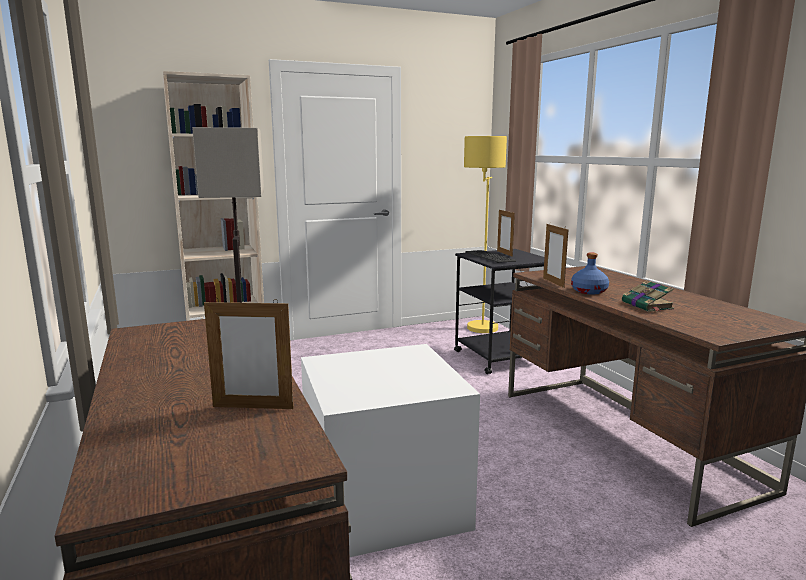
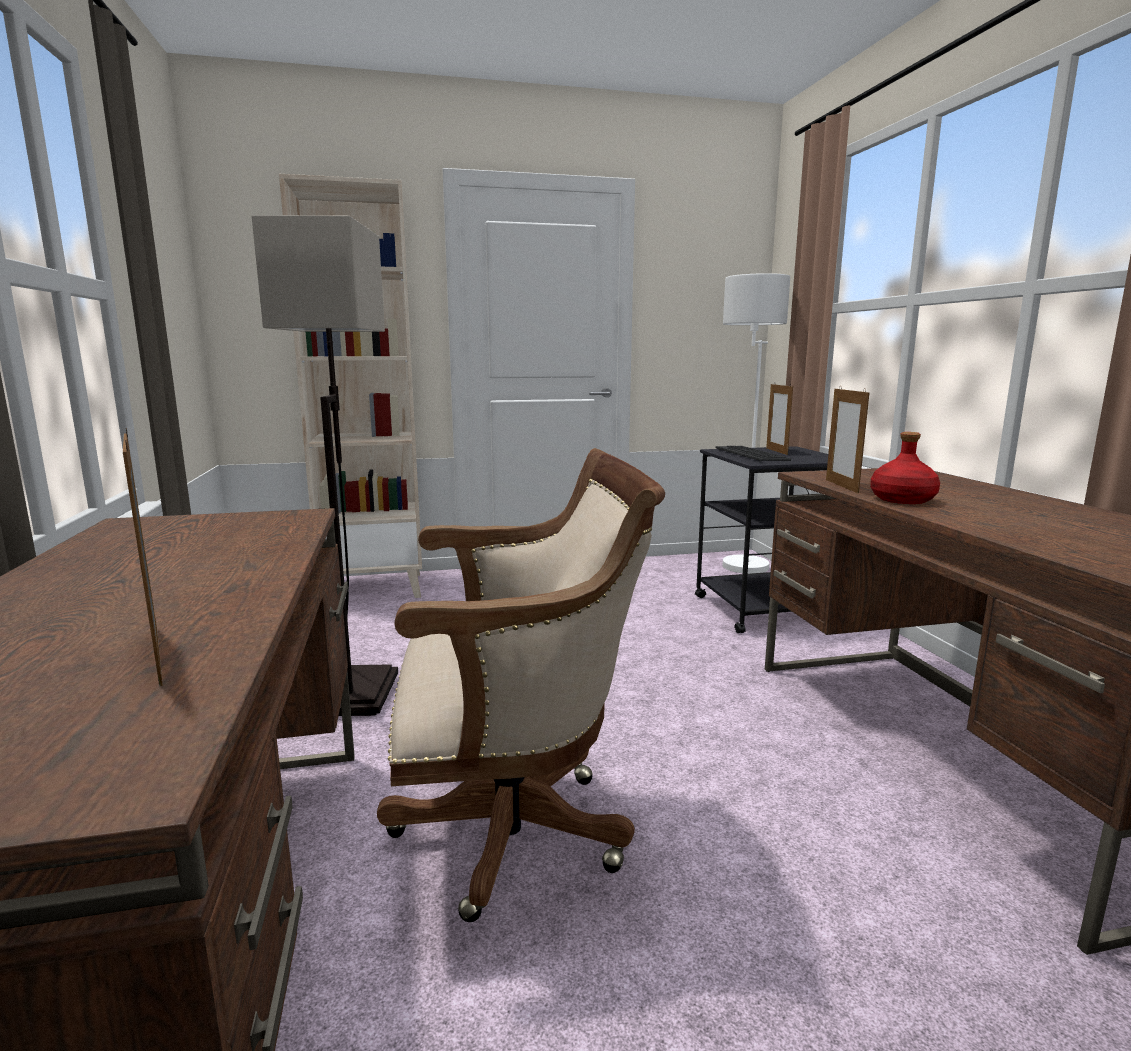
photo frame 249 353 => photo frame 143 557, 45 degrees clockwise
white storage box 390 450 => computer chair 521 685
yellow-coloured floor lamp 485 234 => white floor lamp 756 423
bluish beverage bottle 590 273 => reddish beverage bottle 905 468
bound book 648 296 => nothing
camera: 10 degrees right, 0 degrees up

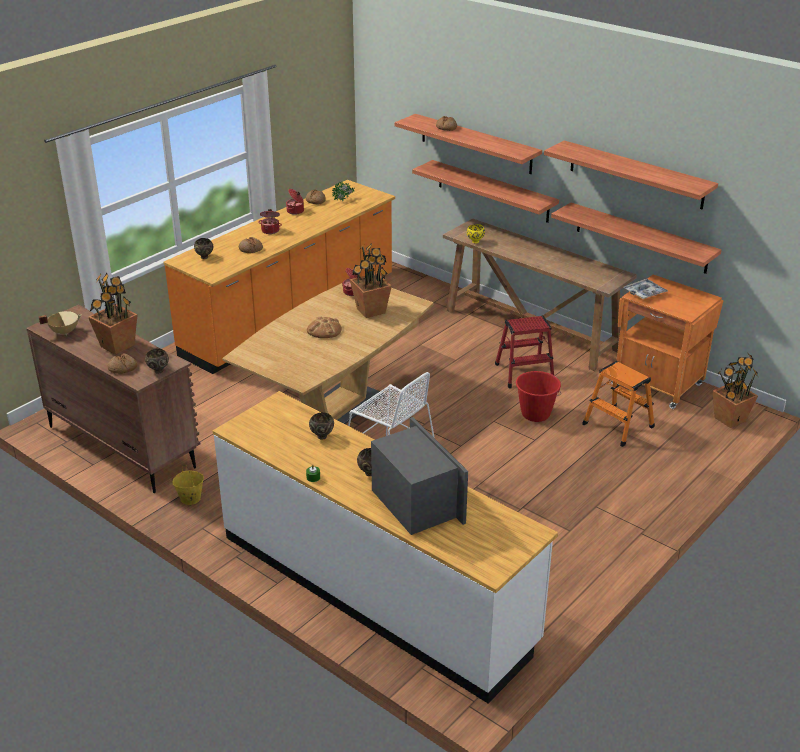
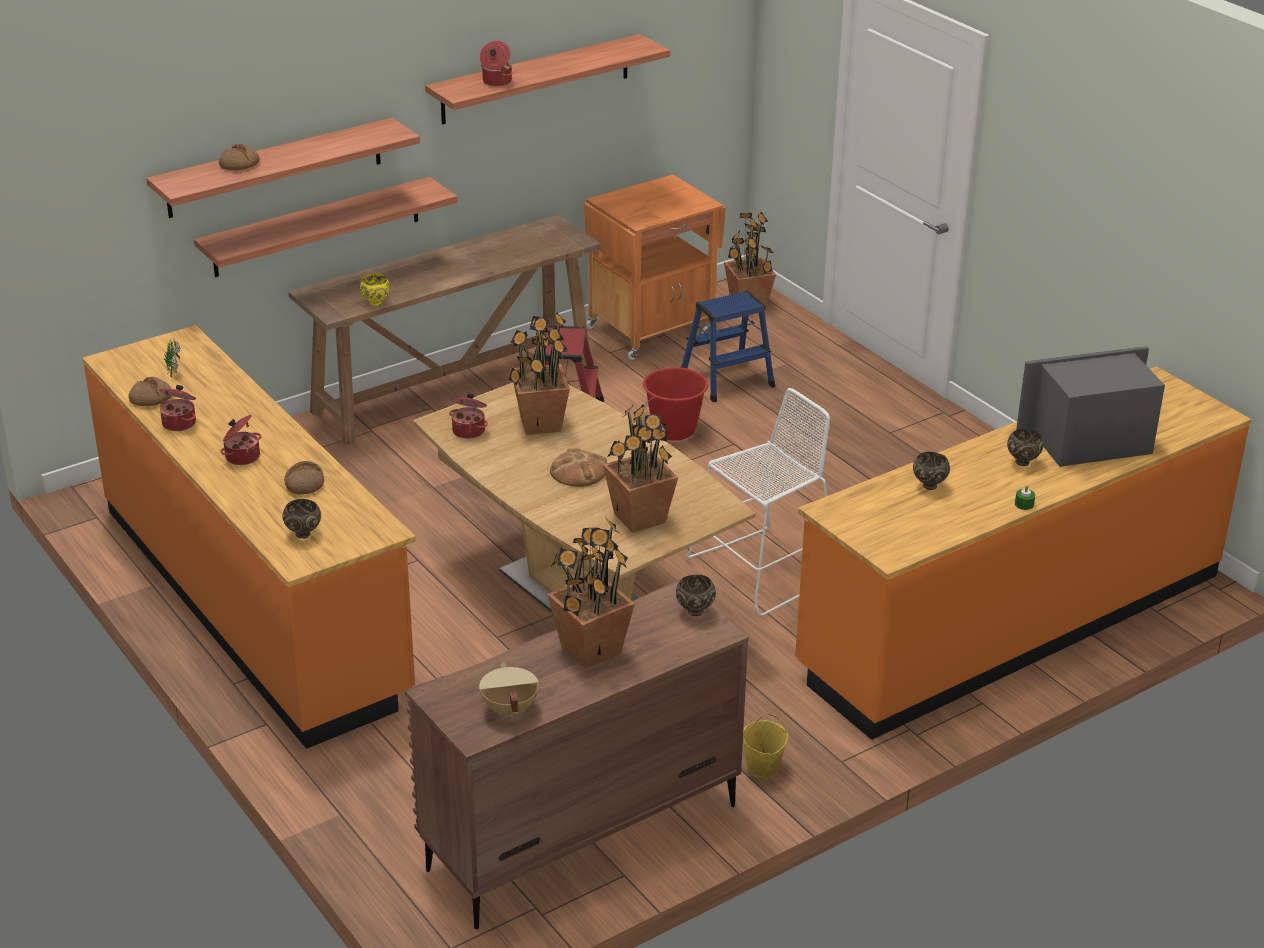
baked bread 122 363 => nothing
white kitchen base unit 385 547 => orange-coloured kitchen base unit 1023 553
bracket shelf 636 238 => nothing
orange-coloured stepladder 618 404 => bluish stepladder 728 346
carrying tray 645 289 => nothing
nothing => cooking pot 496 63
nothing => potted plant 640 468
camera: 75 degrees left, 0 degrees up

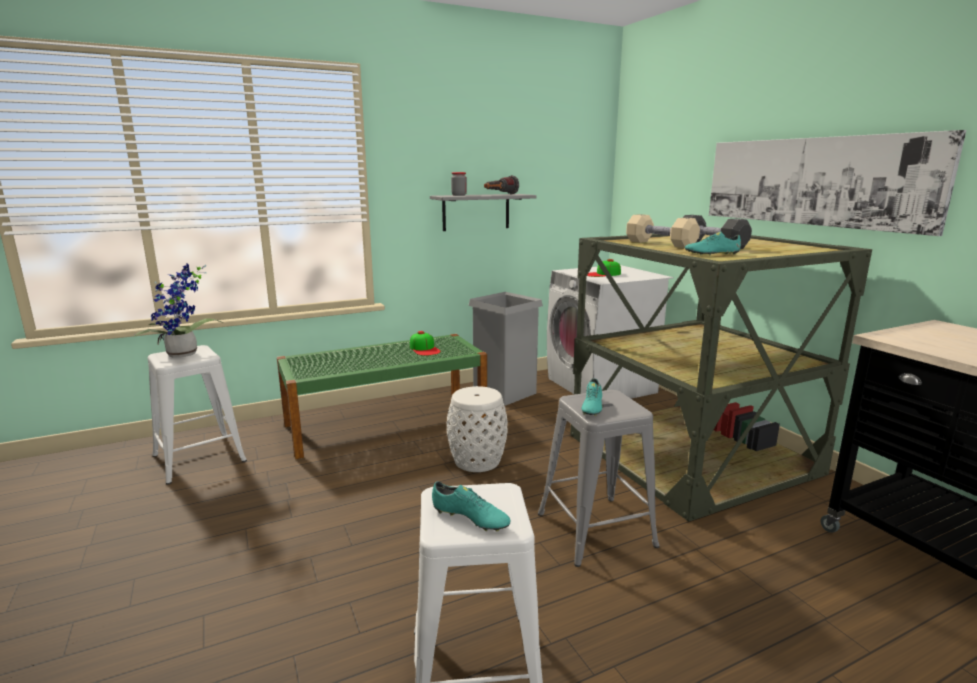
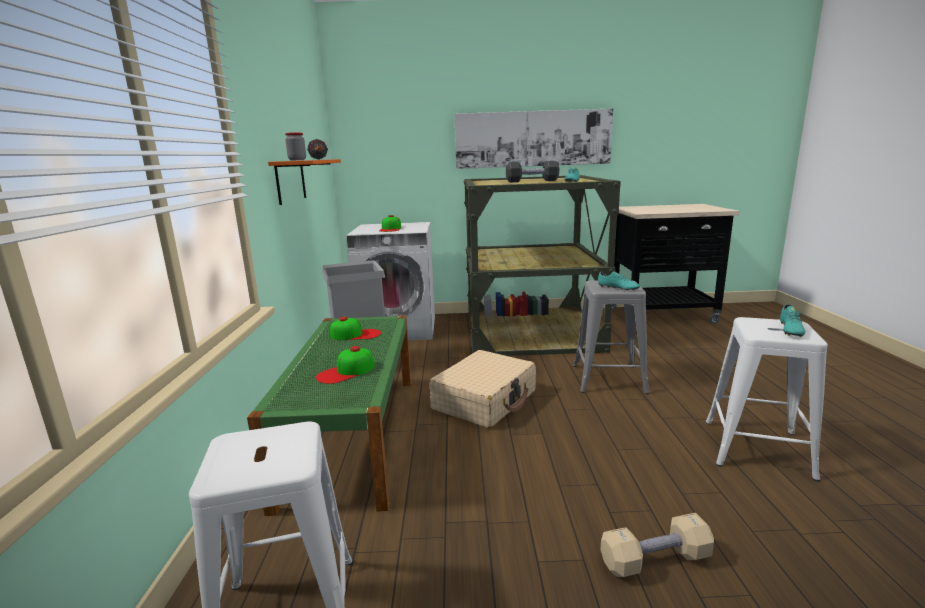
potted plant 177 310 => nothing
greyish bracket shelf 483 212 => orange-coloured bracket shelf 304 182
blue-green low shoe 471 506 => blue-green low shoe 793 320, 150 degrees clockwise
white stool seat 477 429 => beige-coloured travel case 482 389
beige-coloured hand weight 663 231 => beige-coloured hand weight 657 545, moved
nothing => cap 345 365
camera: 65 degrees left, 0 degrees up

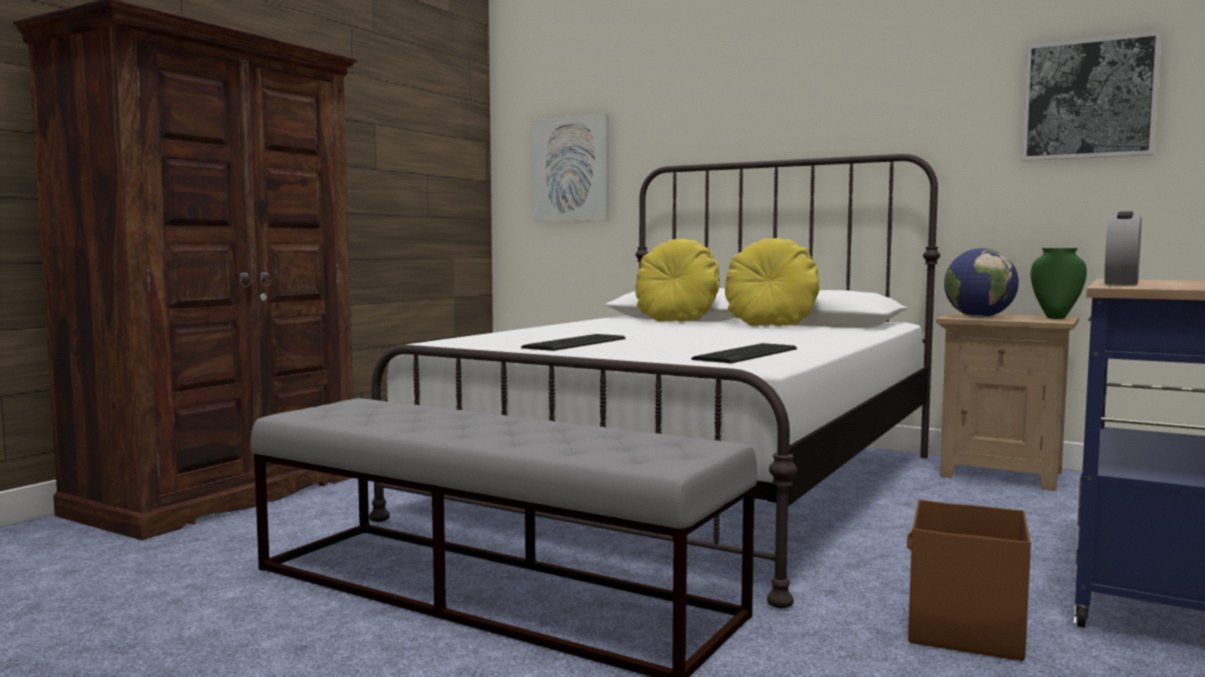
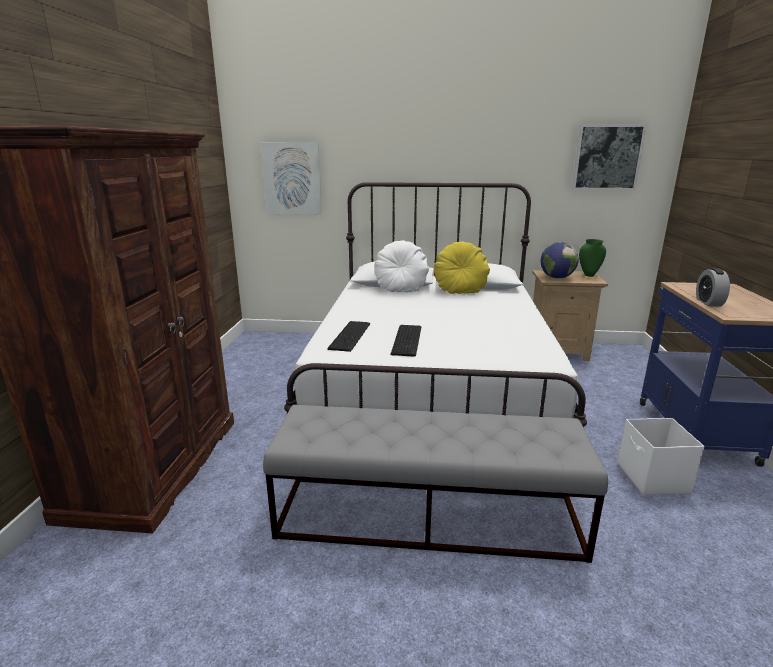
yellow-coloured pillow 677 280 => white pillow 401 266
computer keyboard 744 353 => computer keyboard 348 336, moved
brownish storage box 969 580 => white storage box 661 456
camera: 25 degrees left, 15 degrees up

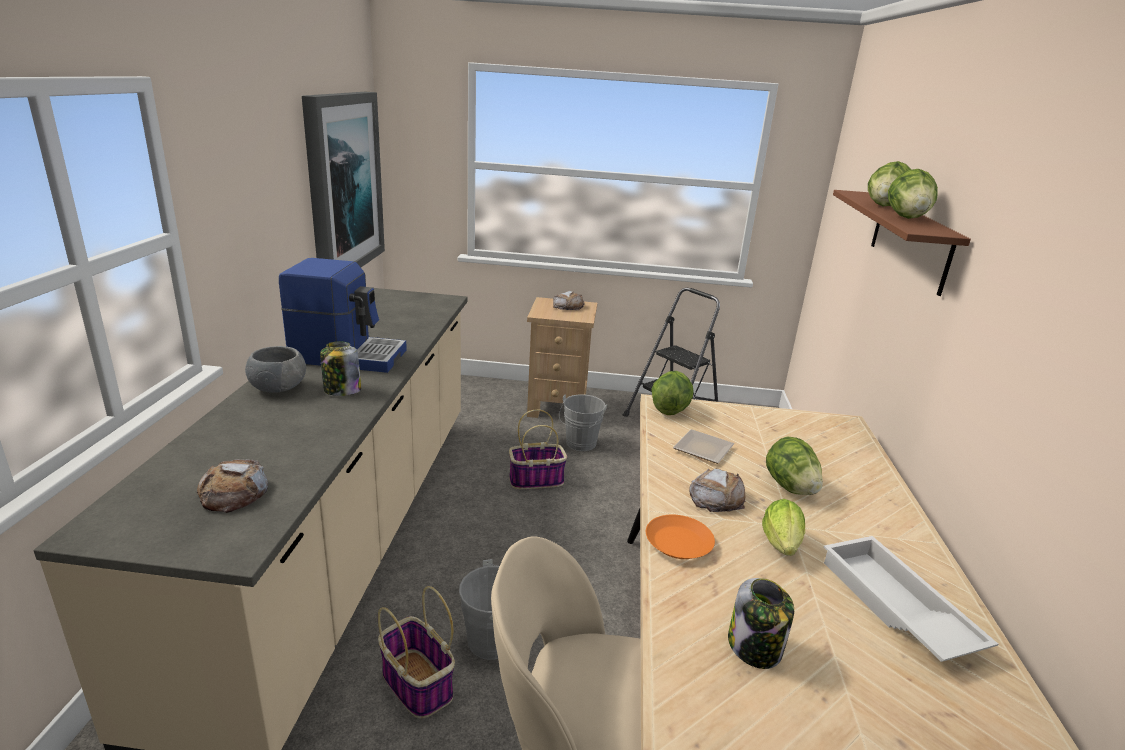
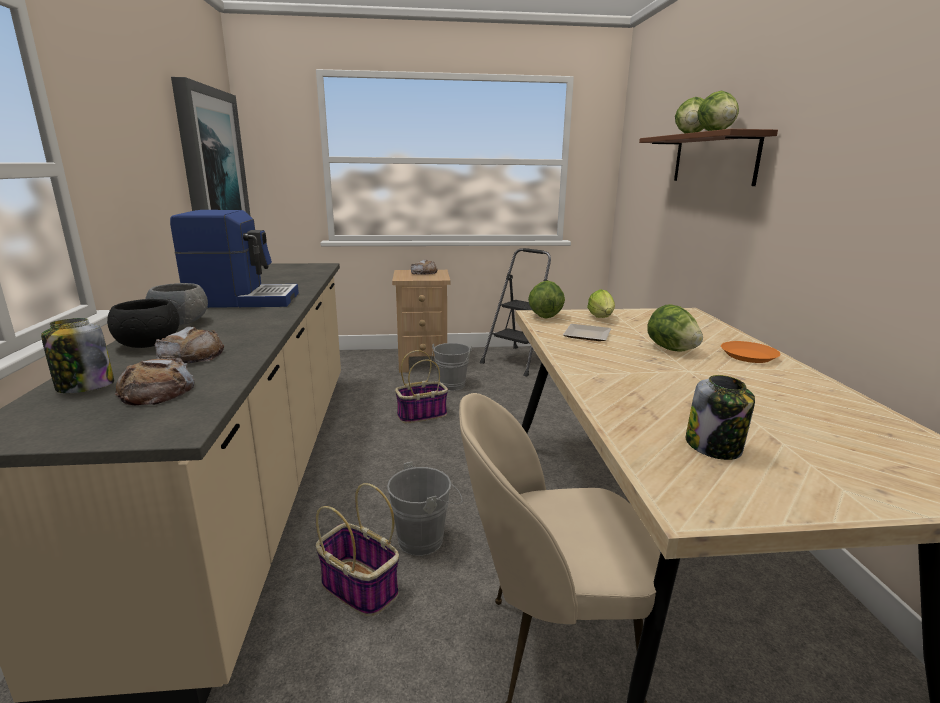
jar 340 368 => jar 77 355, moved
orange-coloured flat dish 680 537 => orange-coloured flat dish 751 352, moved
baked bread 717 490 => baked bread 189 345, moved
lettuce 783 527 => lettuce 601 303, moved
white carrying tray 911 599 => nothing
nothing => blackish bowl 143 323
camera: 10 degrees left, 5 degrees down

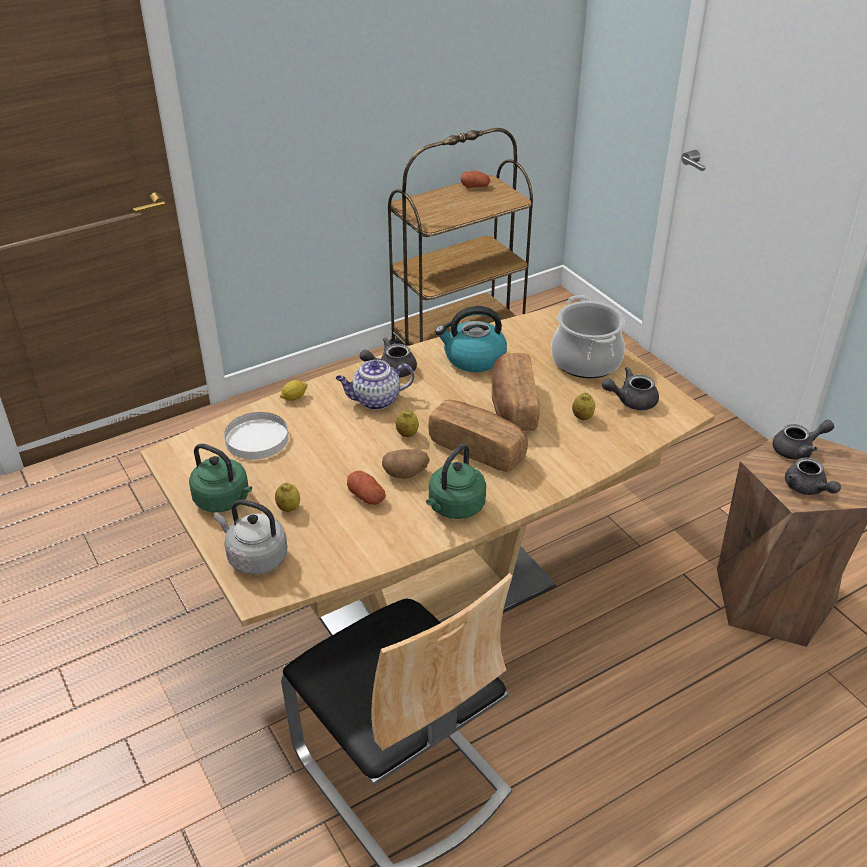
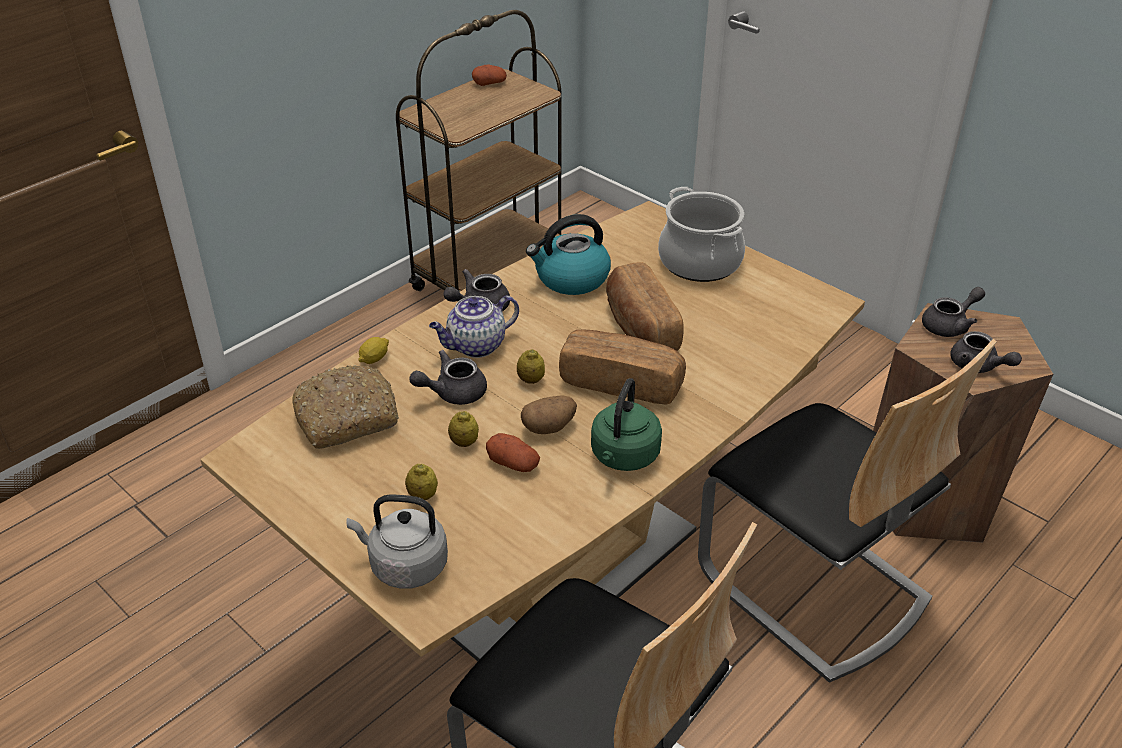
green water kettle 220 477 => nothing
white flat dish 256 435 => baked bread 345 407
lemon 583 406 => lemon 463 429, moved
greyish pot for tea 630 388 => greyish pot for tea 448 377, moved
nothing => plain chair 847 511
camera: 15 degrees left, 0 degrees up

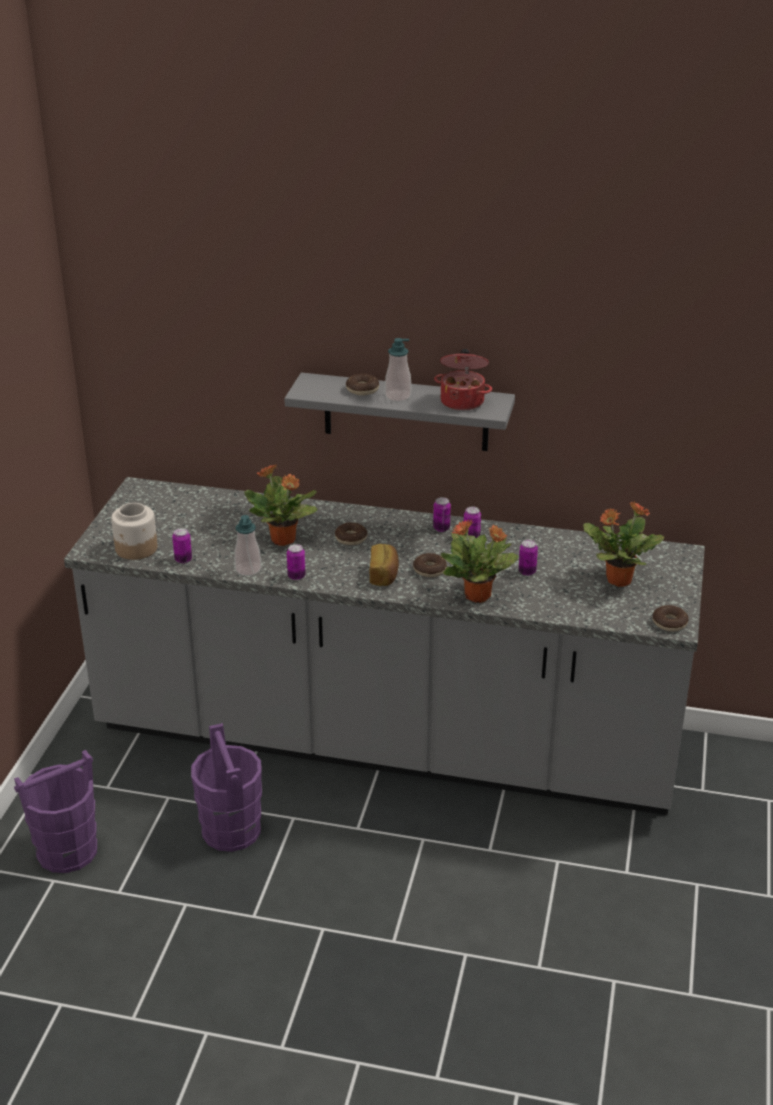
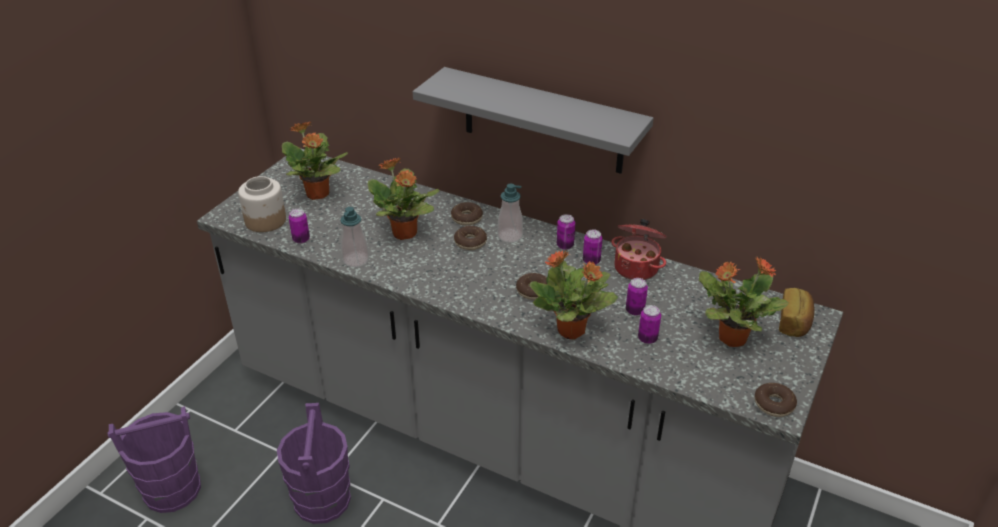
metal can 296 562 => metal can 649 324, moved
doughnut 362 385 => doughnut 467 213, moved
baked bread 384 565 => baked bread 796 312, moved
soap dispenser 398 370 => soap dispenser 510 213, moved
cooking pot 463 380 => cooking pot 639 249, moved
nothing => potted plant 315 160
camera: 15 degrees right, 5 degrees up

